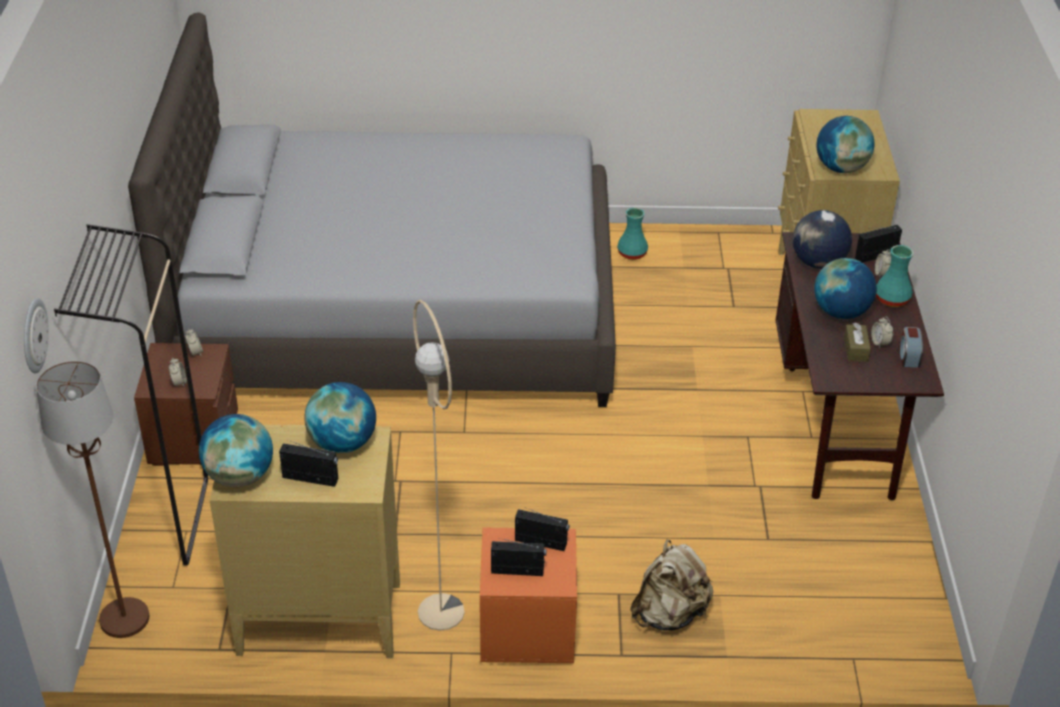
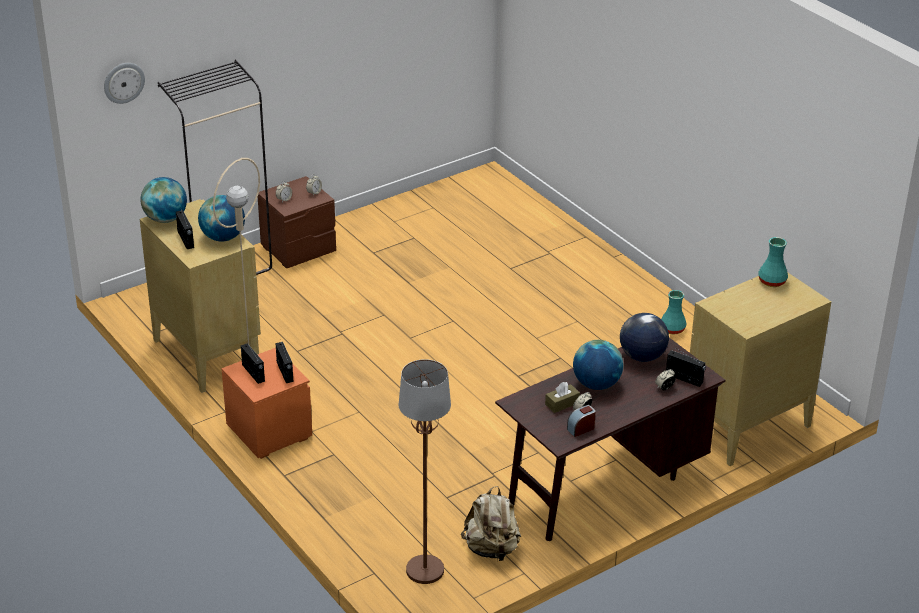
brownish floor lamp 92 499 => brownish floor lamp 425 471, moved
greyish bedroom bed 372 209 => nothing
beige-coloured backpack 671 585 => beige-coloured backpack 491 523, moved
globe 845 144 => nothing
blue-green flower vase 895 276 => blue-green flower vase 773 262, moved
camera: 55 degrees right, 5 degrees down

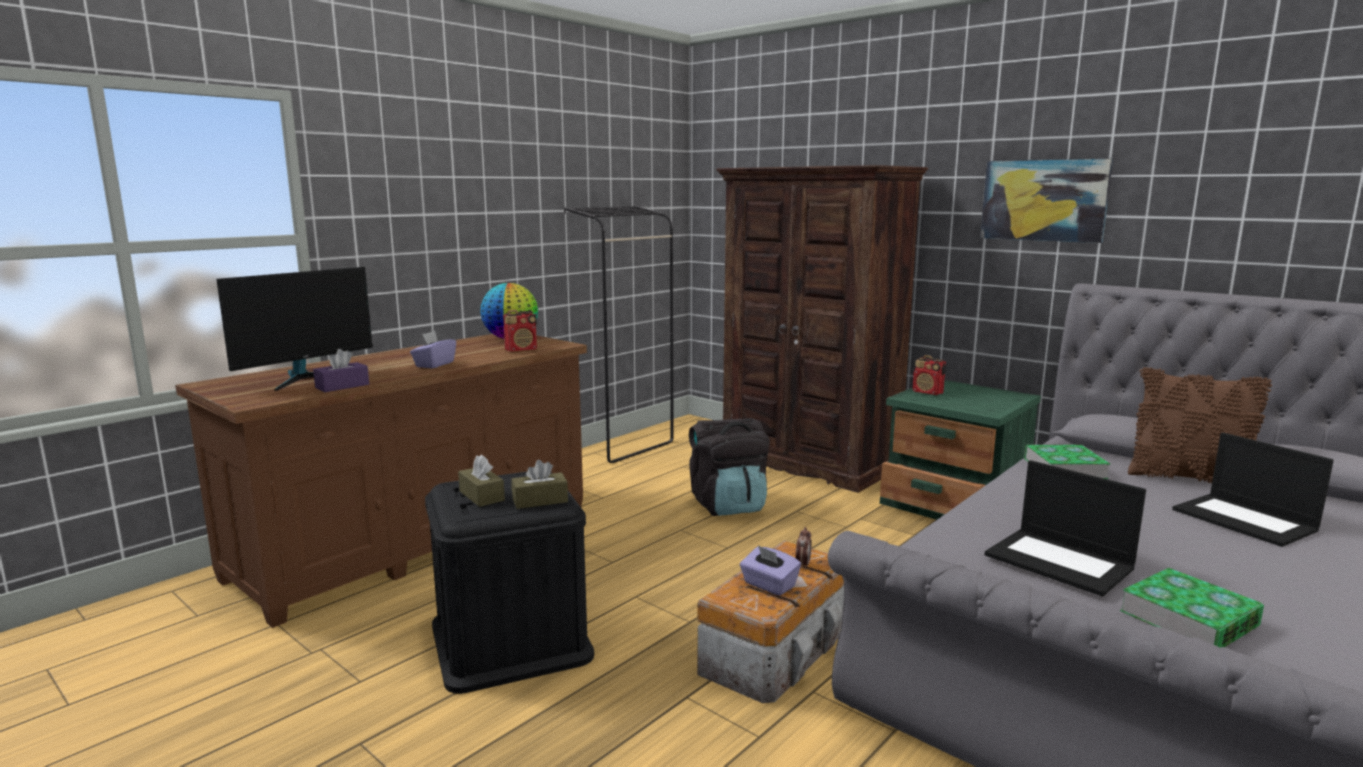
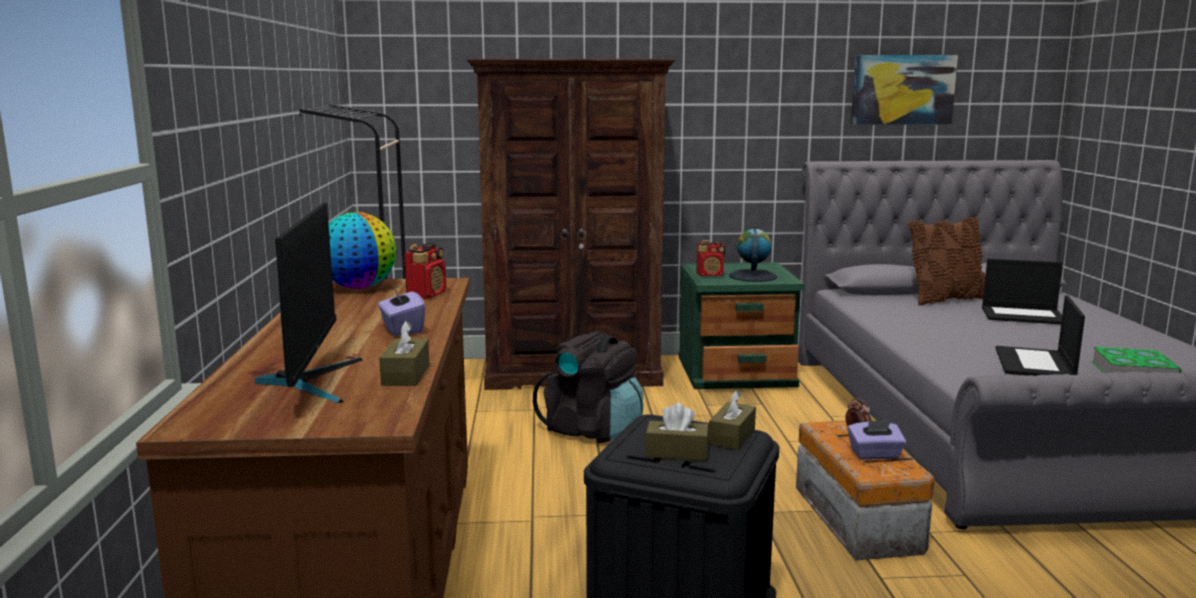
purple tissue box 341 370 => brownish tissue box 404 353
wall art 1046 201 => wall art 904 90, moved
portable computer 1065 528 => portable computer 1040 335, 105 degrees clockwise
bound book 1067 462 => nothing
nothing => globe 753 254
camera: 45 degrees left, 0 degrees up

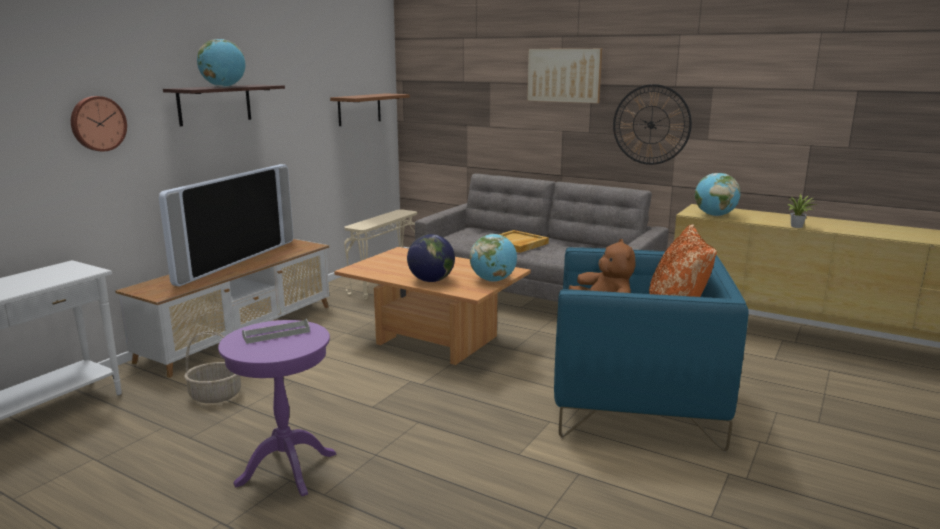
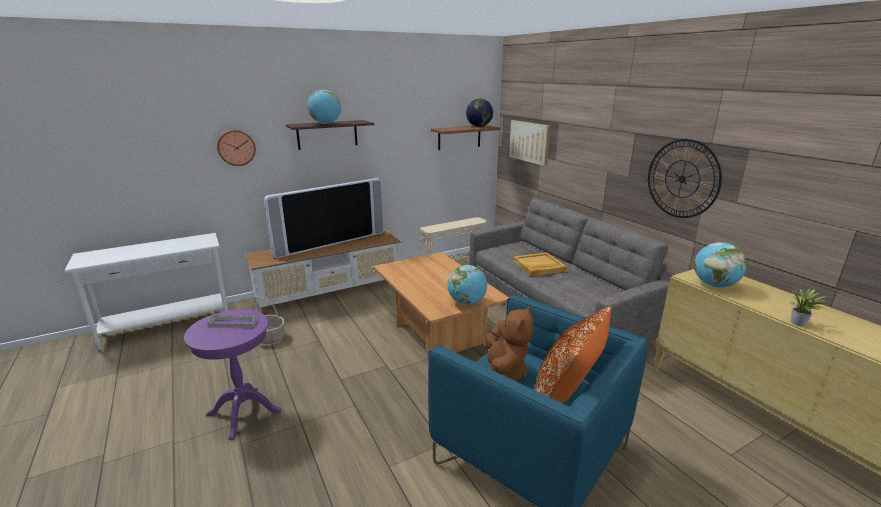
globe 431 258 => globe 479 113, moved
wall art 564 76 => wall art 530 143, moved
camera: 30 degrees right, 5 degrees up

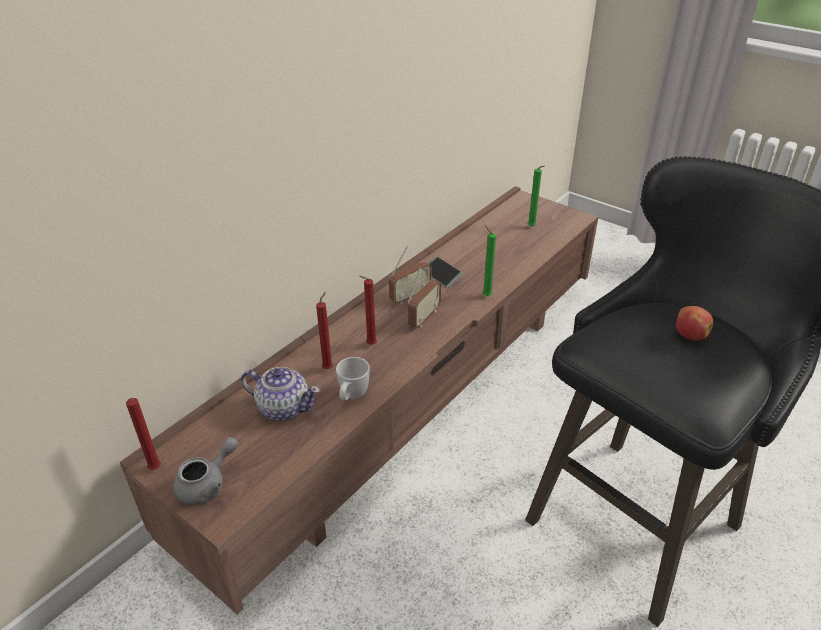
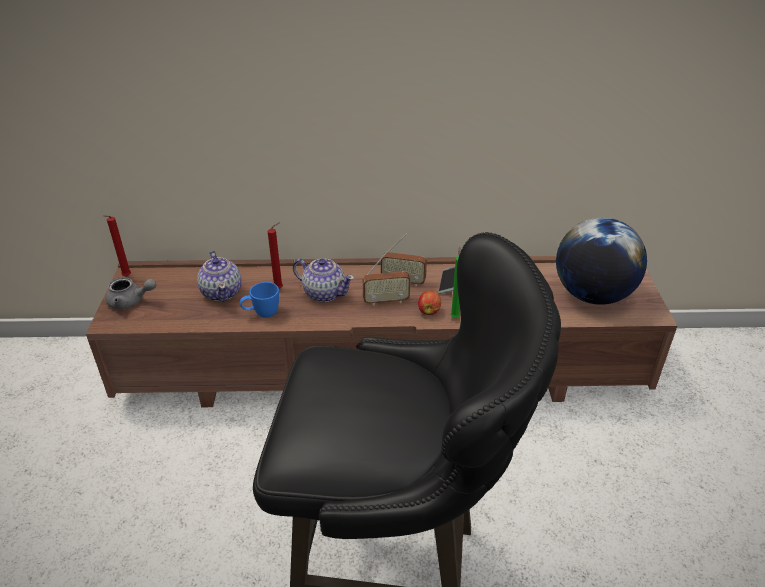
white mug 353 378 => bluish mug 259 300
reddish candle 368 310 => pot for tea 323 280
green candle 536 196 => globe 601 261
apple 694 323 => apple 429 303, moved
camera: 50 degrees right, 0 degrees up

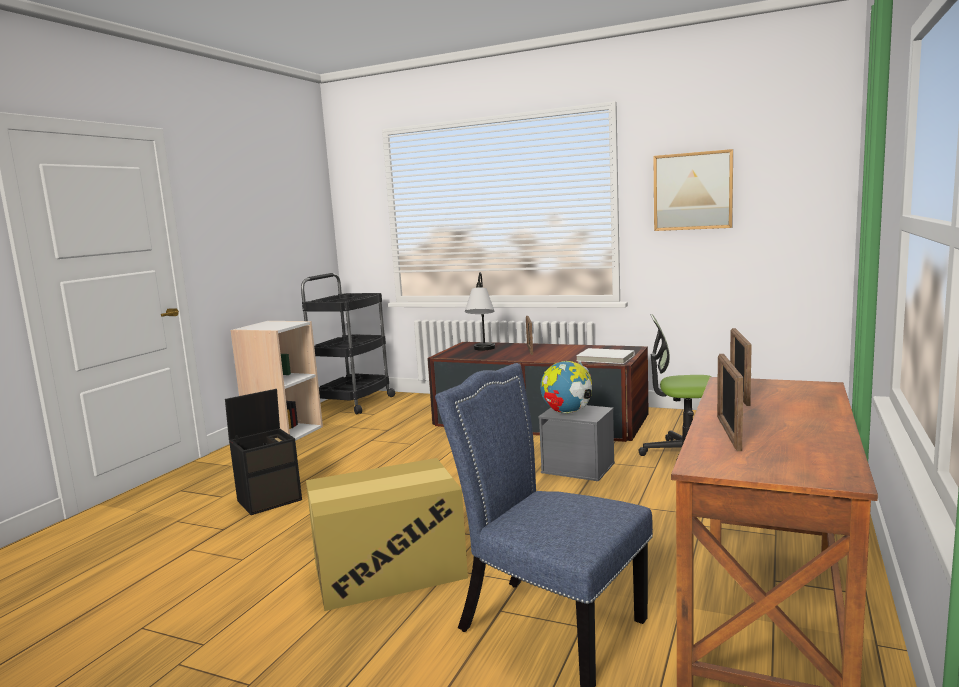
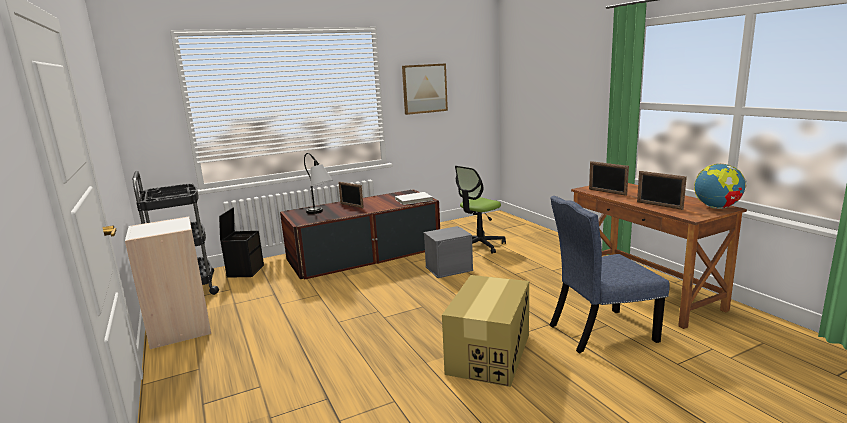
blackish storage box 263 452 => blackish storage box 241 242, moved
globe 566 387 => globe 720 186, moved
camera: 50 degrees left, 5 degrees up

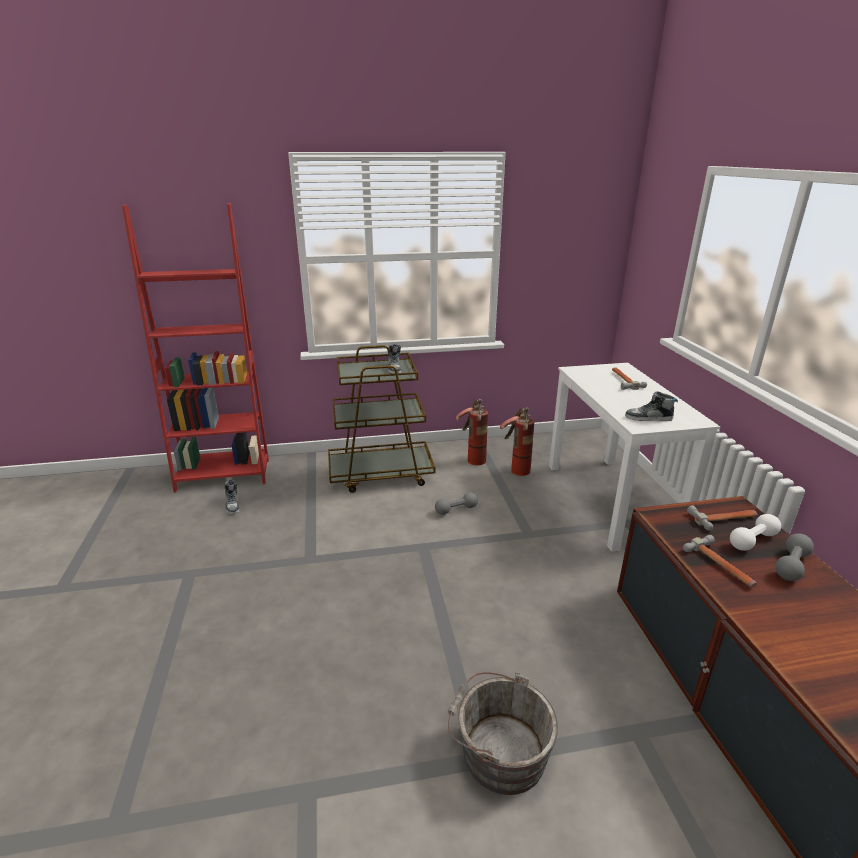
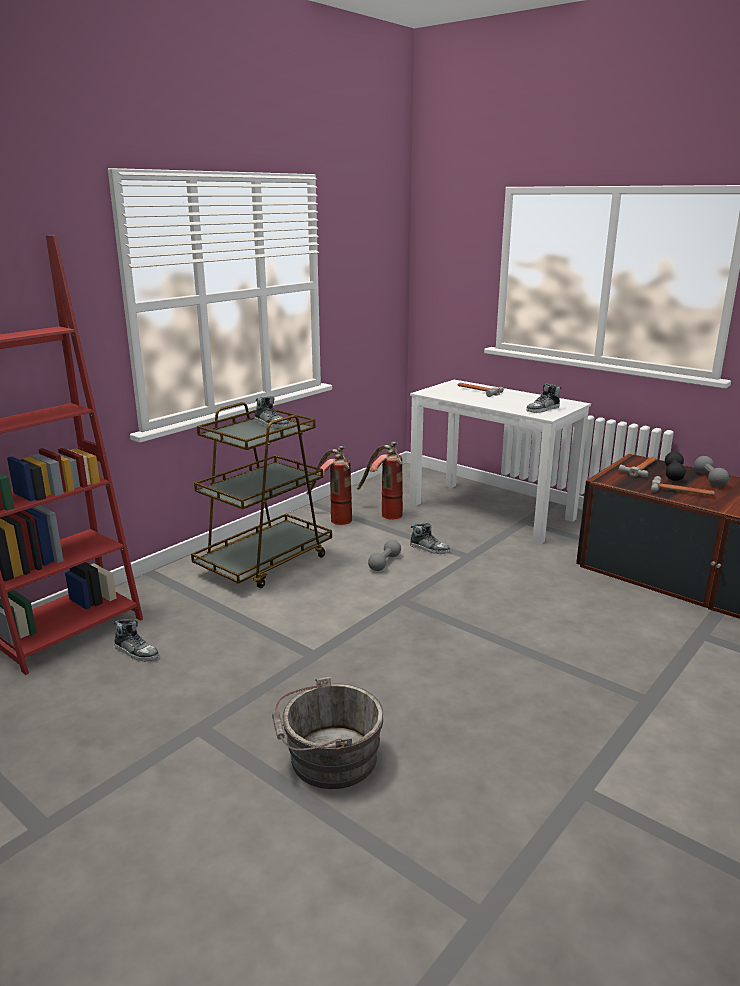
greyish bucket 503 733 => greyish bucket 327 733, moved
white hand weight 755 532 => blackish hand weight 675 466
nothing => low shoe 430 538
camera: 40 degrees left, 5 degrees down

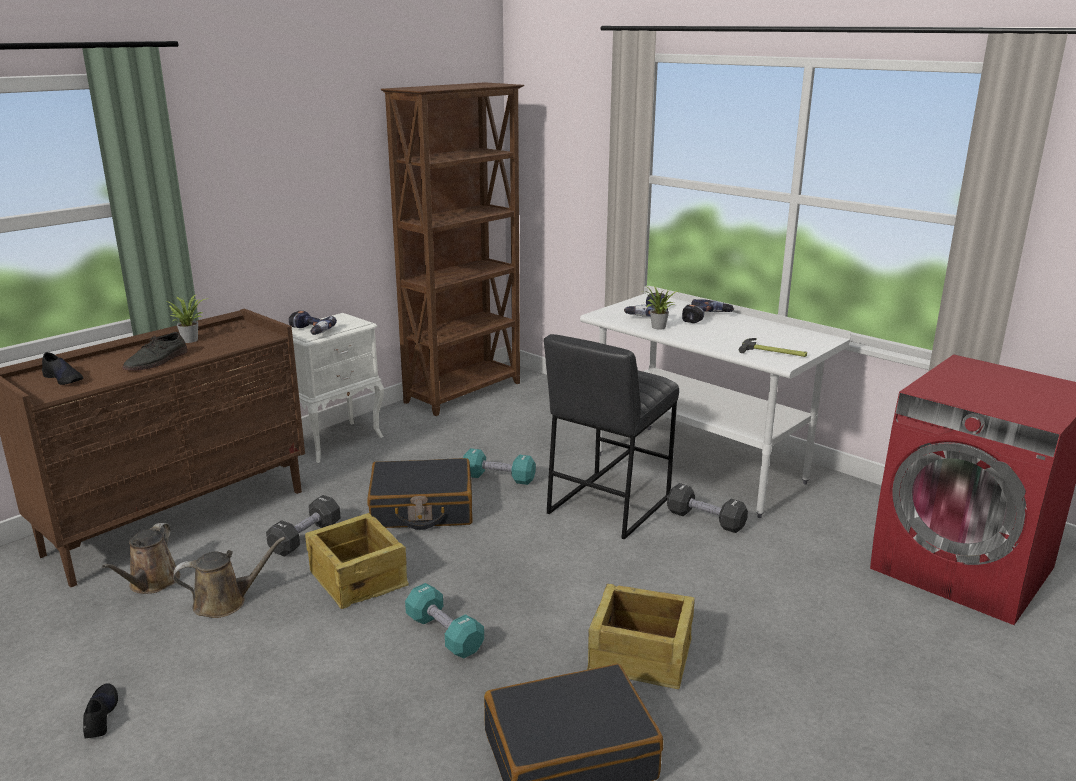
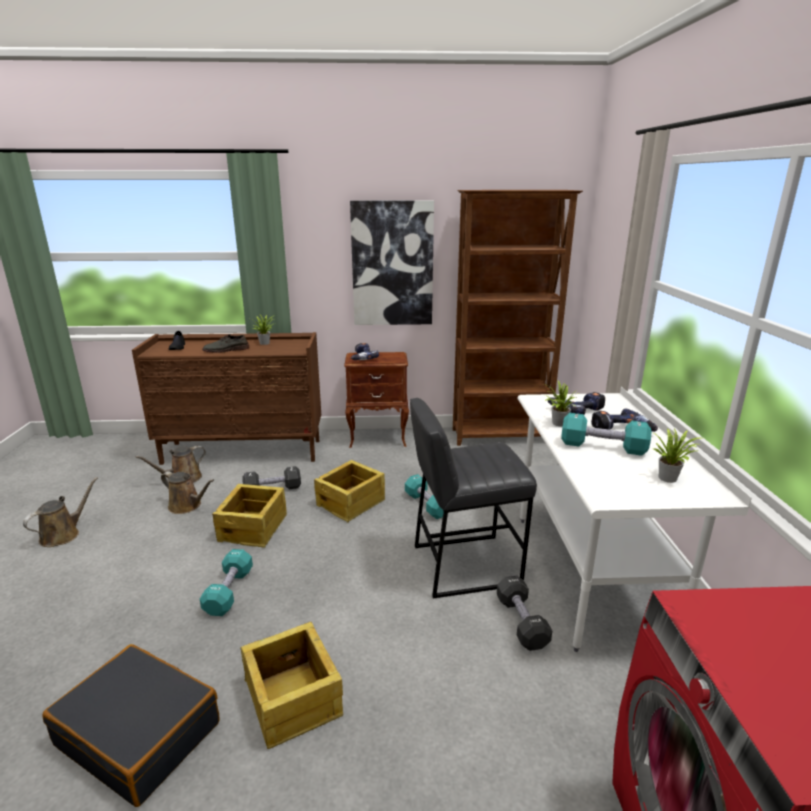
blackish low shoe 100 711 => brownish watering pot 60 512
white night table 338 388 => brownish night table 376 400
blackish travel case 419 494 => packing crate 349 491
hammer 773 347 => nothing
nothing => wall art 392 262
nothing => blue-green hand weight 606 434
nothing => potted plant 676 455
camera: 45 degrees right, 0 degrees up

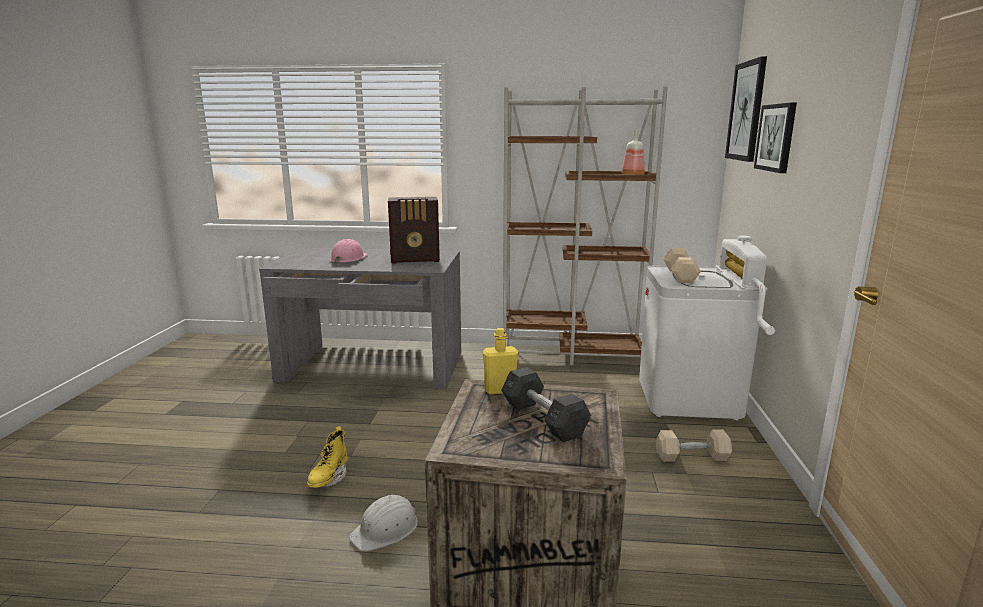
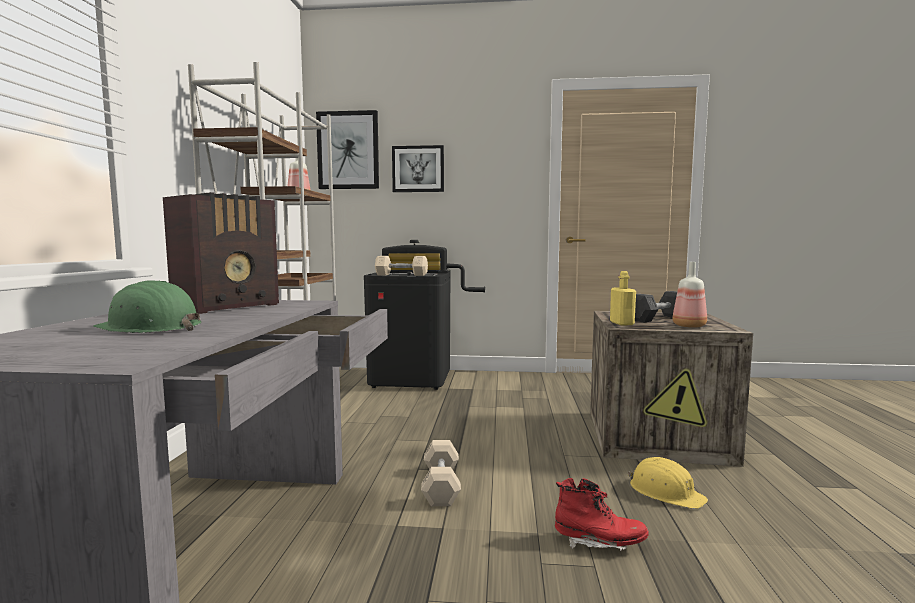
yellow-coloured tall boot 327 457 => reddish tall boot 602 514
pink-coloured safety helmet 348 251 => green safety helmet 147 307
white safety helmet 383 523 => yellow-coloured safety helmet 667 483
radio receiver 414 230 => radio receiver 221 253, 45 degrees clockwise
white laundry appliance 707 328 => blackish laundry appliance 424 315
beige-coloured hand weight 694 445 => beige-coloured hand weight 441 473, moved
nothing => beverage bottle 689 295
camera: 90 degrees left, 10 degrees down

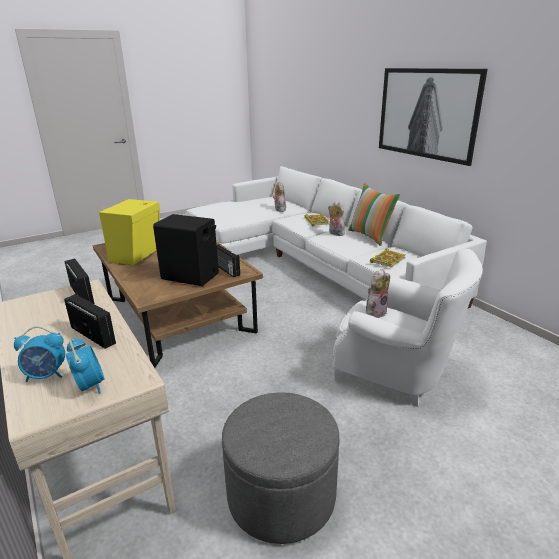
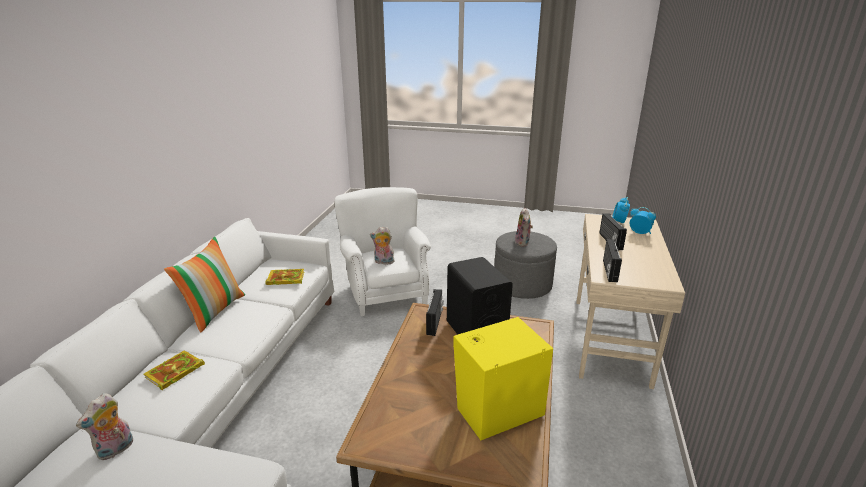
soft toy 336 218 => soft toy 524 227, moved
wall art 433 117 => nothing
camera: 135 degrees left, 0 degrees up

